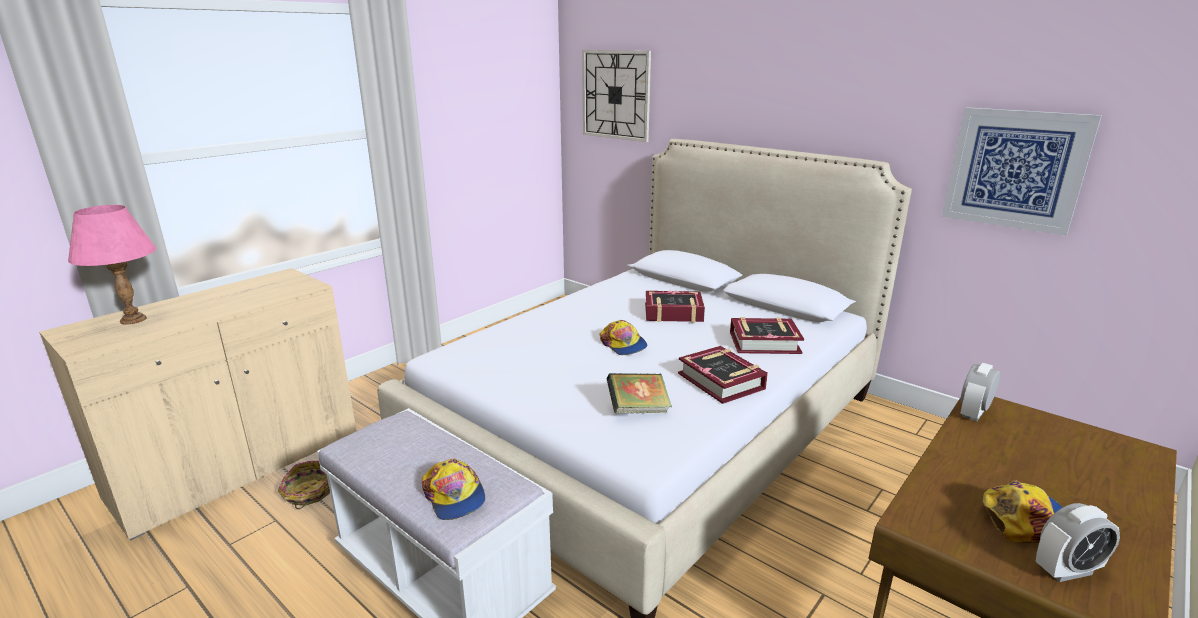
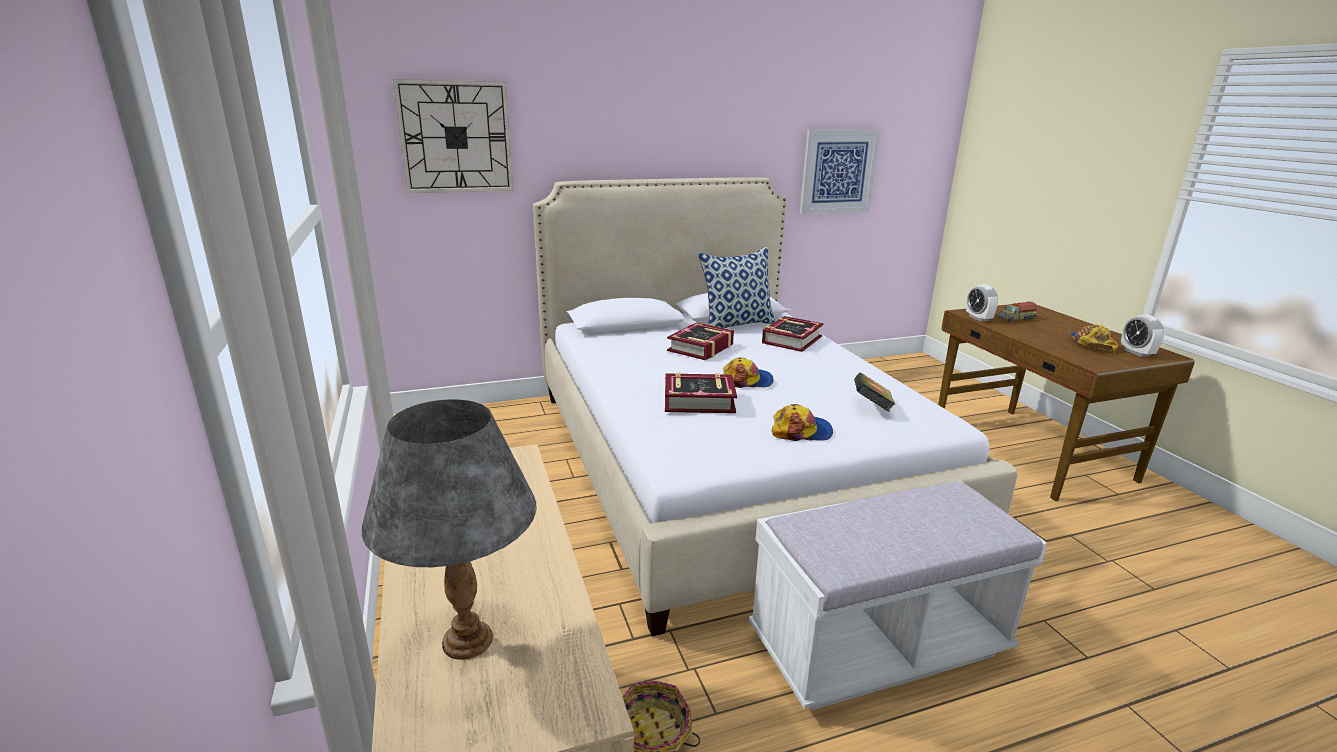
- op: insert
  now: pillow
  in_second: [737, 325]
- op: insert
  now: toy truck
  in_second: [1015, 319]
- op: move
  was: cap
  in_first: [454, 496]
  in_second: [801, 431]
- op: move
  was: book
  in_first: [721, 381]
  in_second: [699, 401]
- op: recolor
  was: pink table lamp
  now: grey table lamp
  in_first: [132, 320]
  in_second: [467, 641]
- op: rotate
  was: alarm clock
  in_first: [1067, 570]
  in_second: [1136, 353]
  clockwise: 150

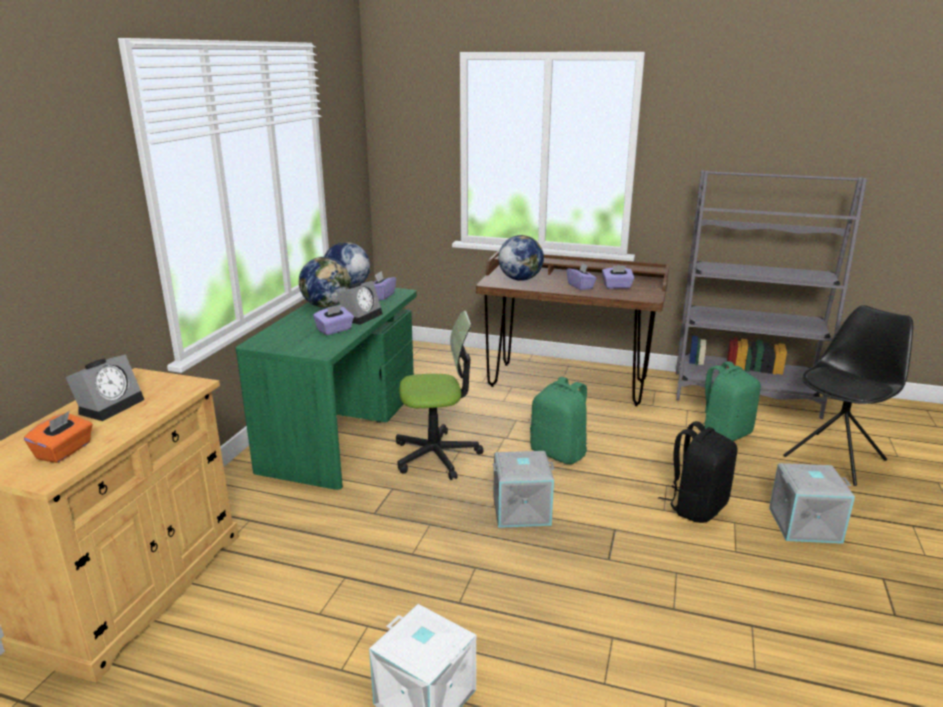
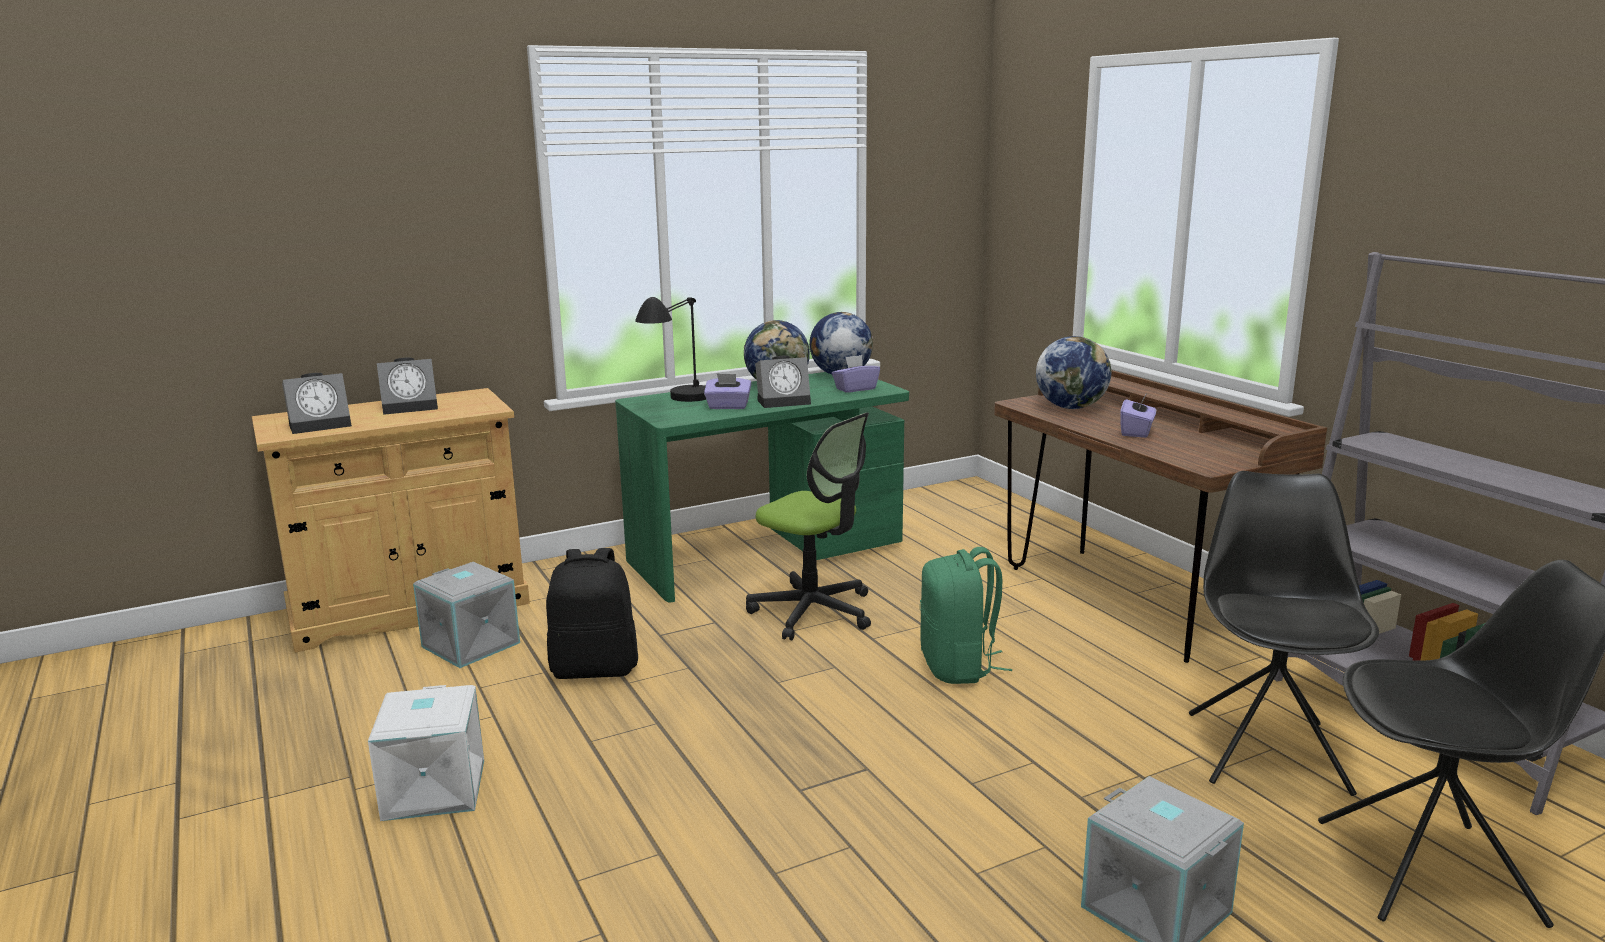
- op: delete
  was: purple tissue box
  in_first: [617, 286]
- op: insert
  now: black table lamp
  in_second: [678, 405]
- op: move
  was: grey storage box
  in_first: [521, 509]
  in_second: [472, 644]
- op: move
  was: black backpack
  in_first: [696, 507]
  in_second: [595, 669]
- op: replace
  was: orange tissue box
  now: alarm clock
  in_first: [64, 451]
  in_second: [322, 424]
- op: replace
  was: green backpack
  now: black chair
  in_first: [724, 434]
  in_second: [1266, 750]

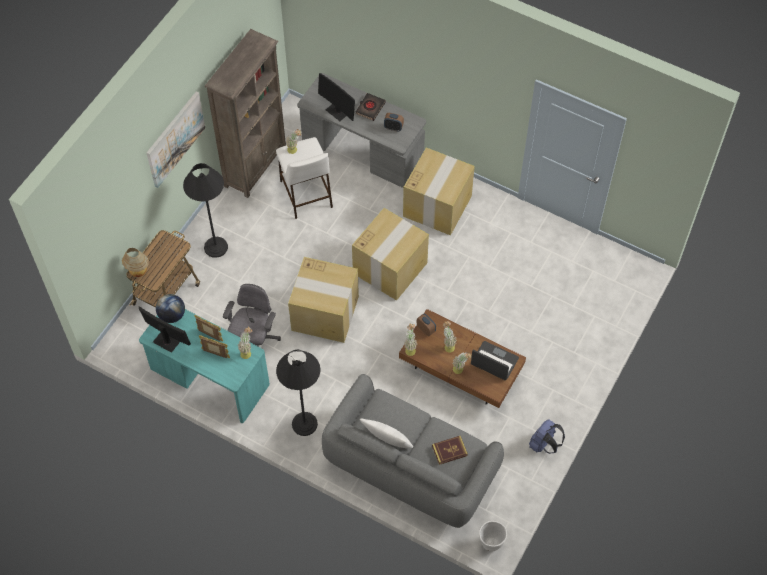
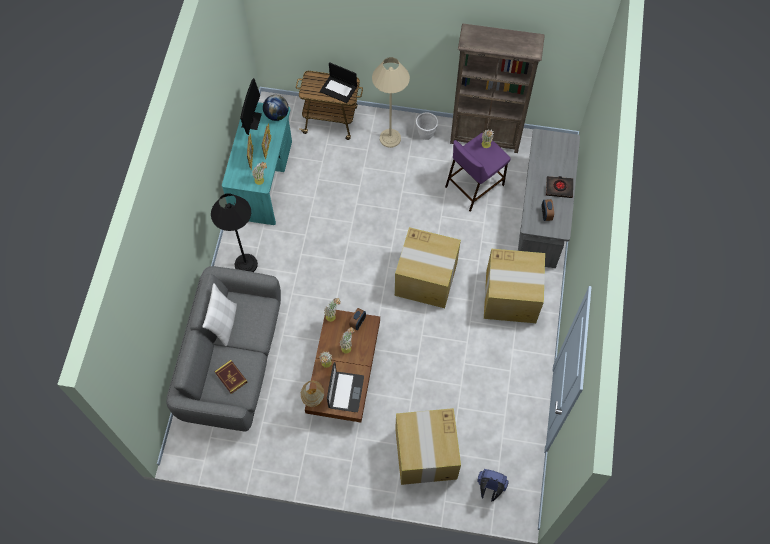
- op: delete
  was: picture
  in_first: [175, 139]
- op: delete
  was: grey office chair
  in_first: [254, 342]
- op: delete
  was: monitor
  in_first: [338, 111]
- op: insert
  now: laptop
  in_second: [339, 89]
- op: move
  was: table lamp
  in_first: [138, 272]
  in_second: [313, 400]
- op: move
  was: cardboard box
  in_first: [326, 313]
  in_second: [426, 455]
- op: move
  was: white planter
  in_first: [490, 543]
  in_second: [426, 134]
- op: move
  was: blue backpack
  in_first: [544, 445]
  in_second: [490, 487]
- op: recolor
  was: black floor lamp
  now: beige floor lamp
  in_first: [216, 247]
  in_second: [390, 138]
- op: recolor
  was: white stool
  now: purple stool
  in_first: [305, 193]
  in_second: [475, 185]

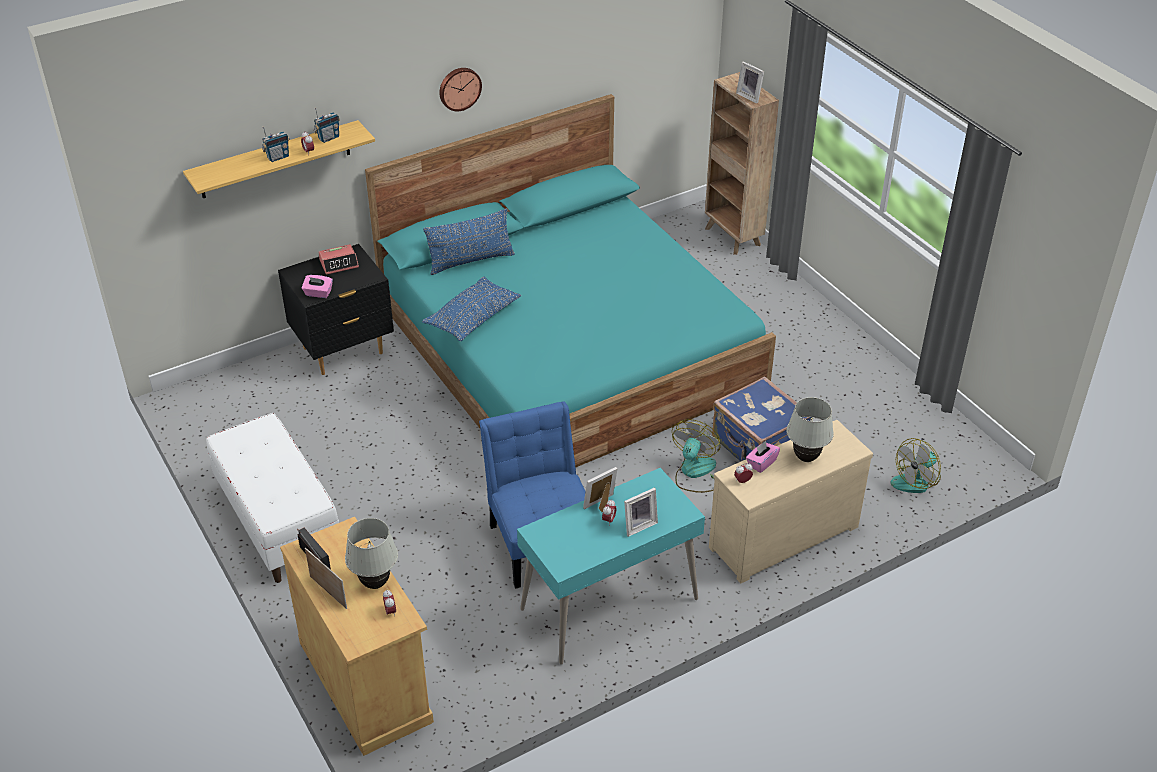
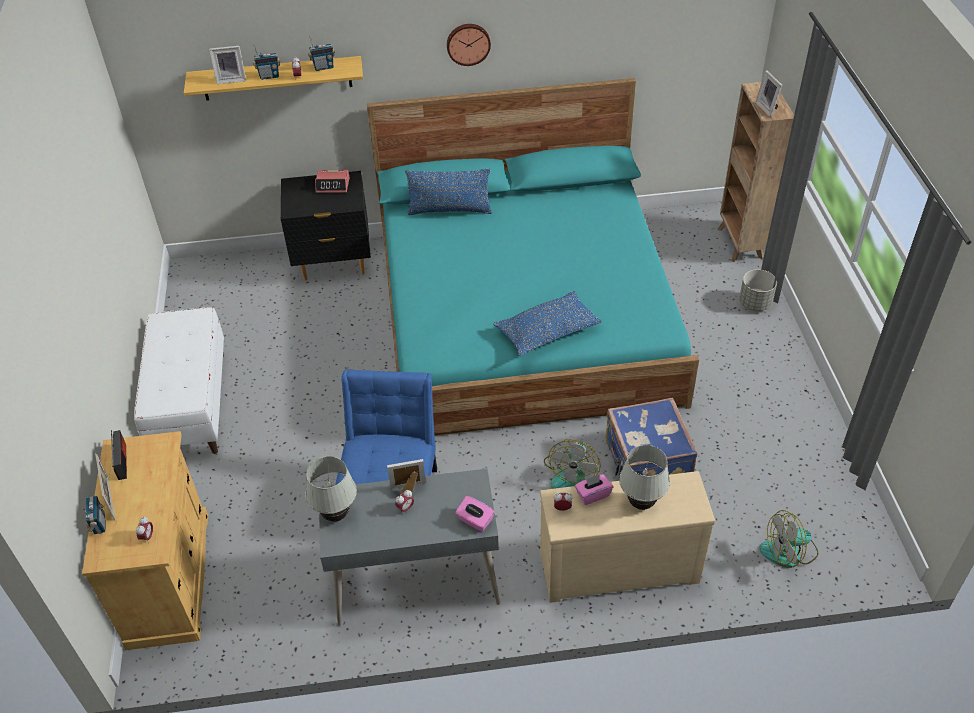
- op: insert
  now: radio
  in_second: [99, 525]
- op: insert
  now: grey planter
  in_second: [754, 303]
- op: move
  was: pink tissue box
  in_first: [318, 293]
  in_second: [475, 520]
- op: move
  was: white table lamp
  in_first: [375, 583]
  in_second: [336, 515]
- op: move
  was: blue pillow
  in_first: [472, 318]
  in_second: [547, 331]
- op: move
  was: picture frame
  in_first: [638, 525]
  in_second: [231, 79]
- op: recolor
  was: turquoise desk
  now: grey desk
  in_first: [609, 605]
  in_second: [416, 581]
- op: rotate
  was: fan
  in_first: [695, 473]
  in_second: [570, 472]
  clockwise: 150

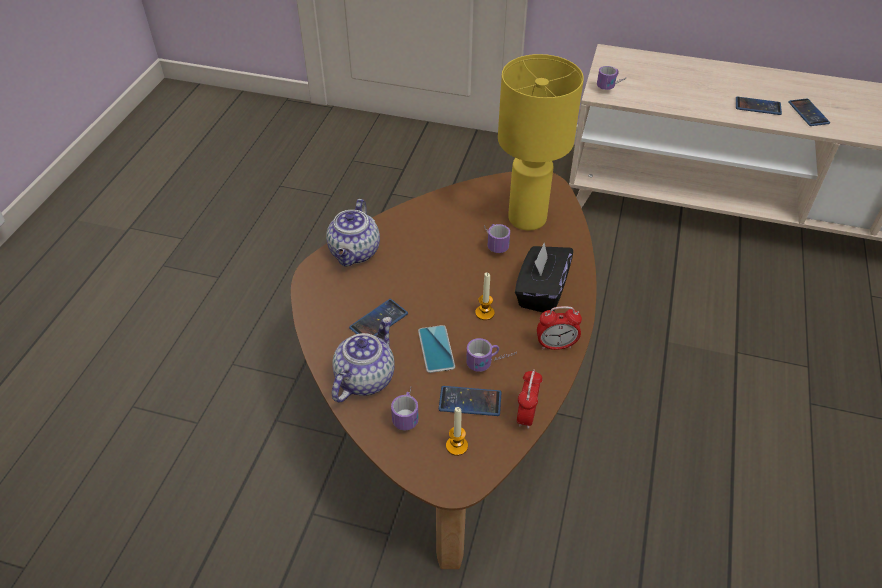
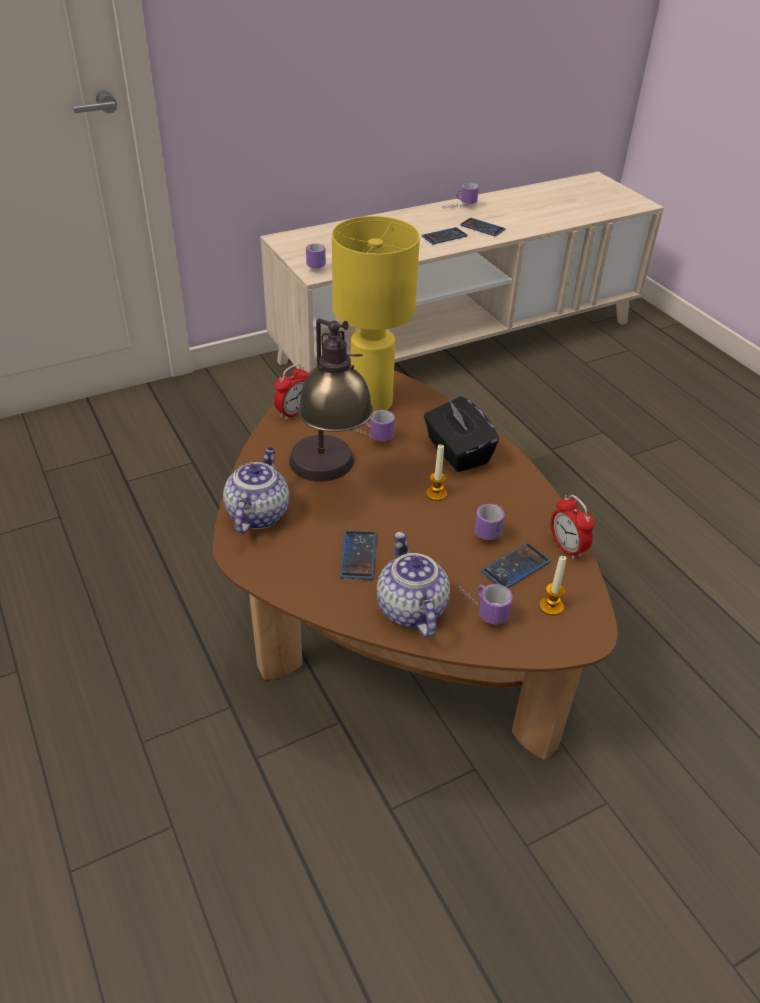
- op: delete
  was: phone
  in_first: [436, 349]
- op: insert
  now: table lamp
  in_second: [329, 476]
- op: insert
  now: mug
  in_second: [459, 207]
- op: move
  was: alarm clock
  in_first: [556, 345]
  in_second: [293, 413]
- op: rotate
  was: teapot
  in_first: [355, 253]
  in_second: [257, 513]
  clockwise: -135

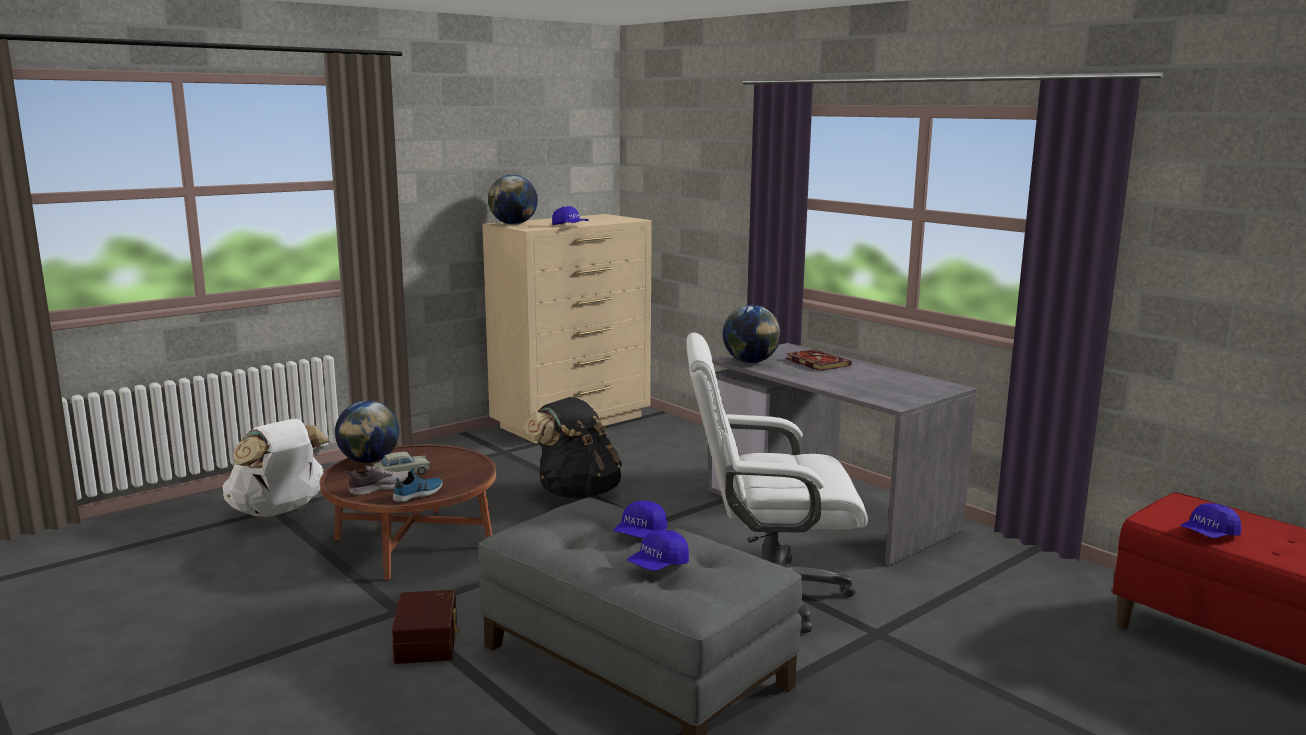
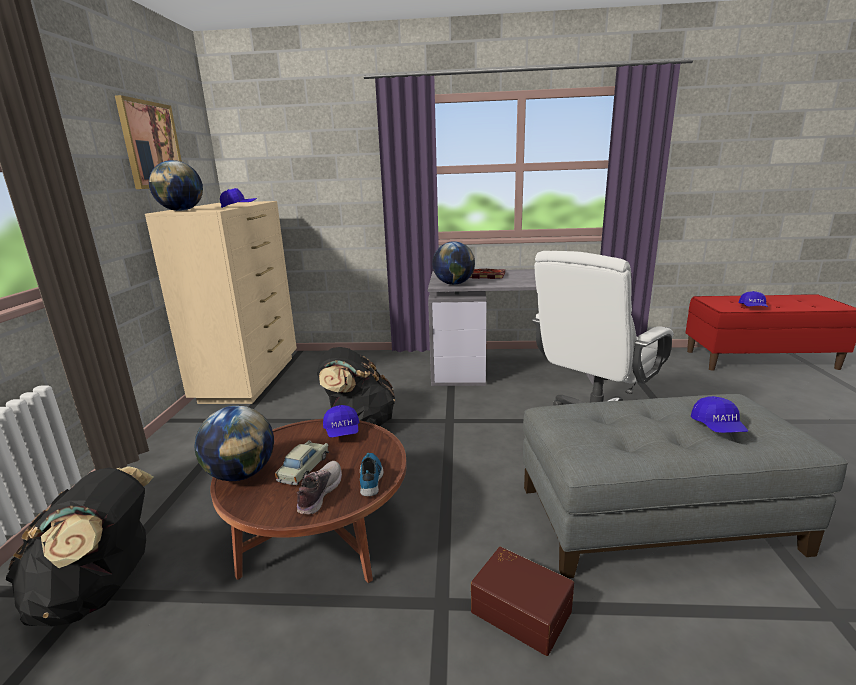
- op: insert
  now: picture
  in_second: [151, 145]
- op: move
  was: blue cap
  in_first: [640, 534]
  in_second: [342, 432]
- op: recolor
  was: white backpack
  now: black backpack
  in_first: [279, 511]
  in_second: [101, 591]

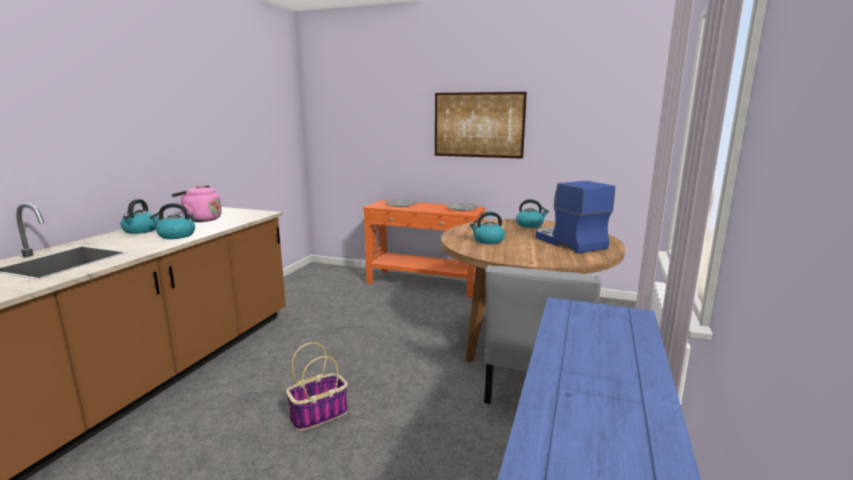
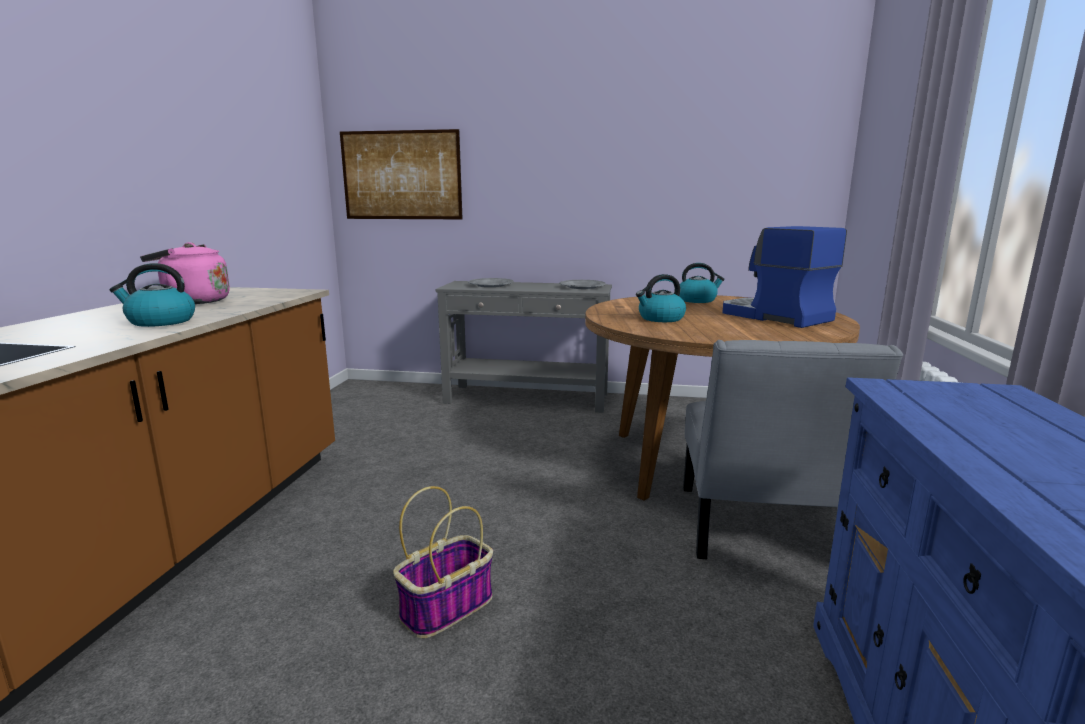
- op: delete
  was: kettle
  in_first: [141, 230]
- op: move
  was: picture
  in_first: [478, 125]
  in_second: [401, 175]
- op: recolor
  was: orange console table
  now: grey console table
  in_first: [424, 284]
  in_second: [527, 399]

